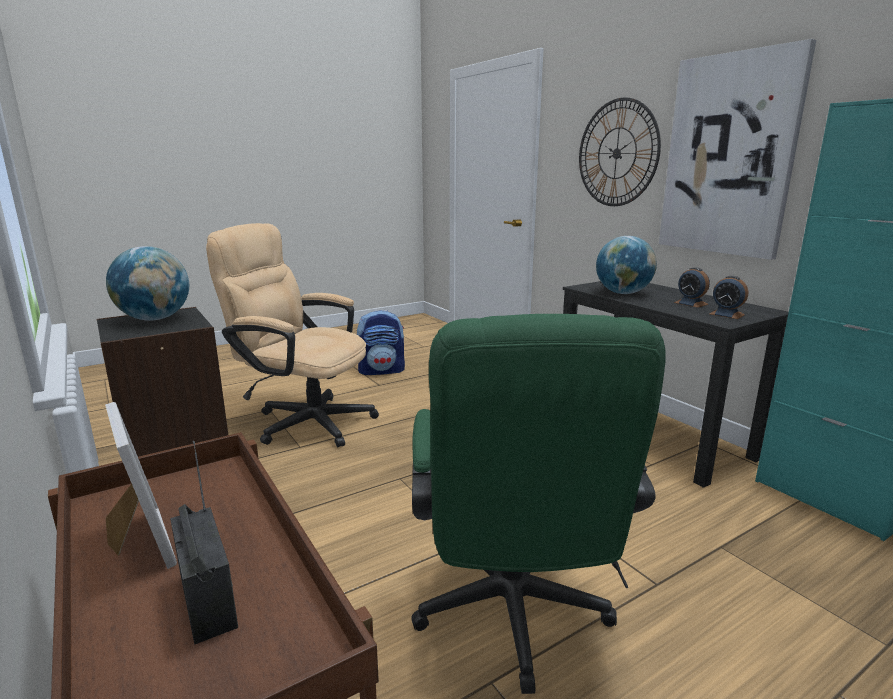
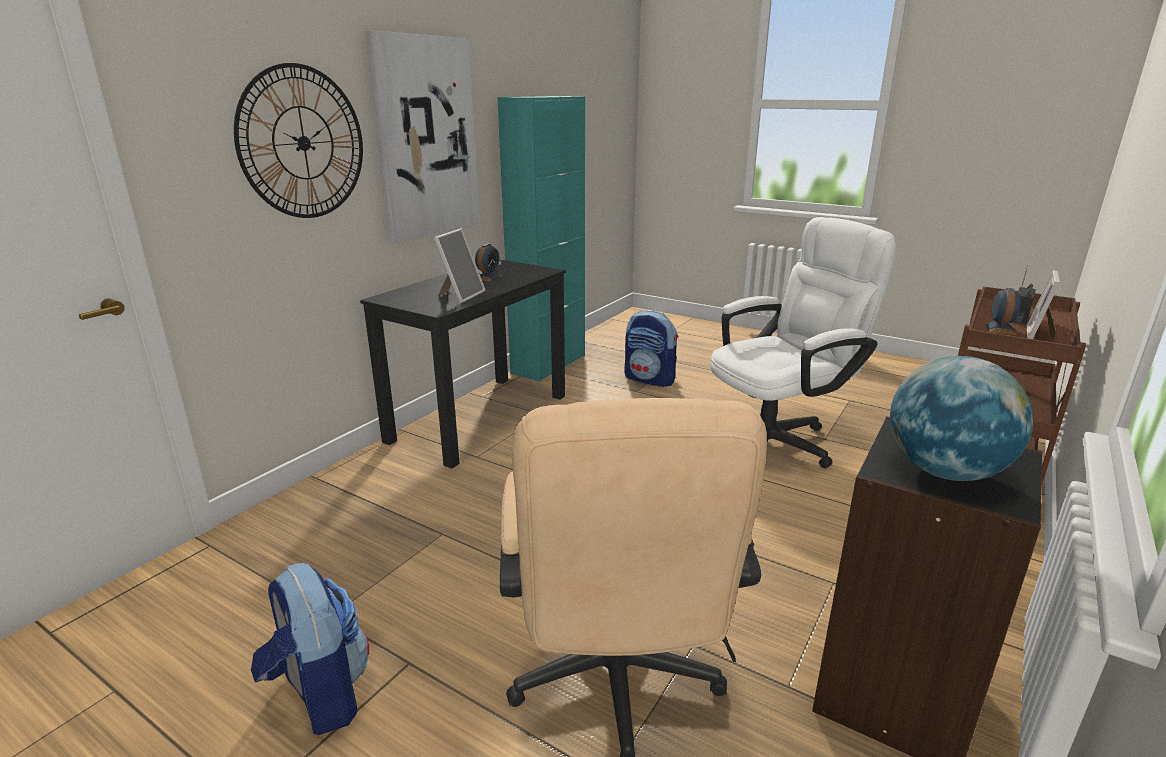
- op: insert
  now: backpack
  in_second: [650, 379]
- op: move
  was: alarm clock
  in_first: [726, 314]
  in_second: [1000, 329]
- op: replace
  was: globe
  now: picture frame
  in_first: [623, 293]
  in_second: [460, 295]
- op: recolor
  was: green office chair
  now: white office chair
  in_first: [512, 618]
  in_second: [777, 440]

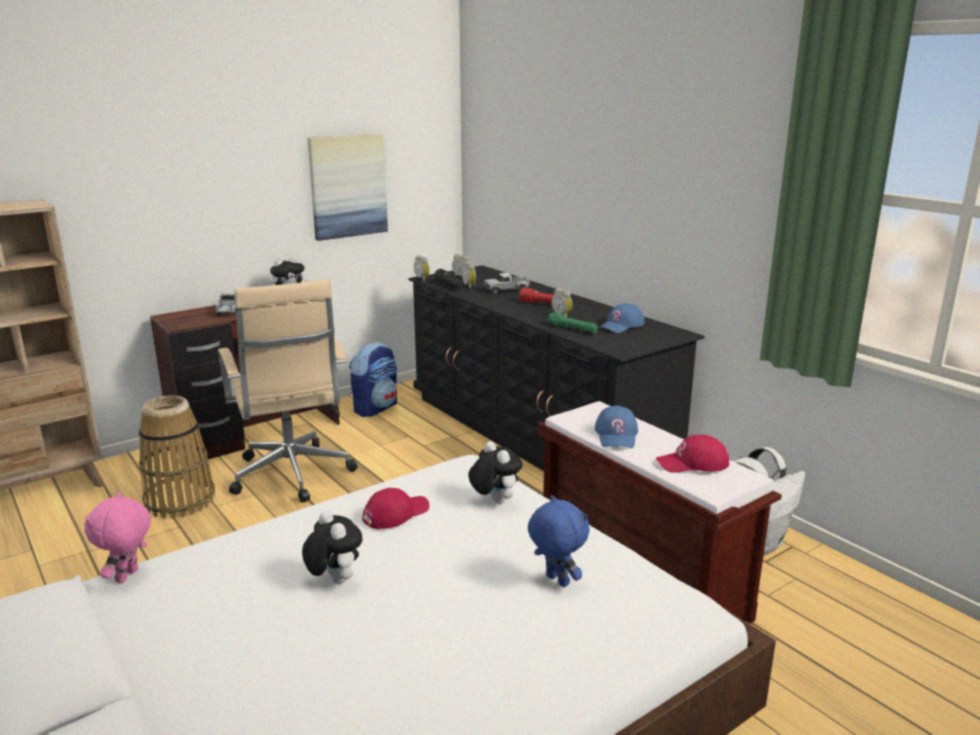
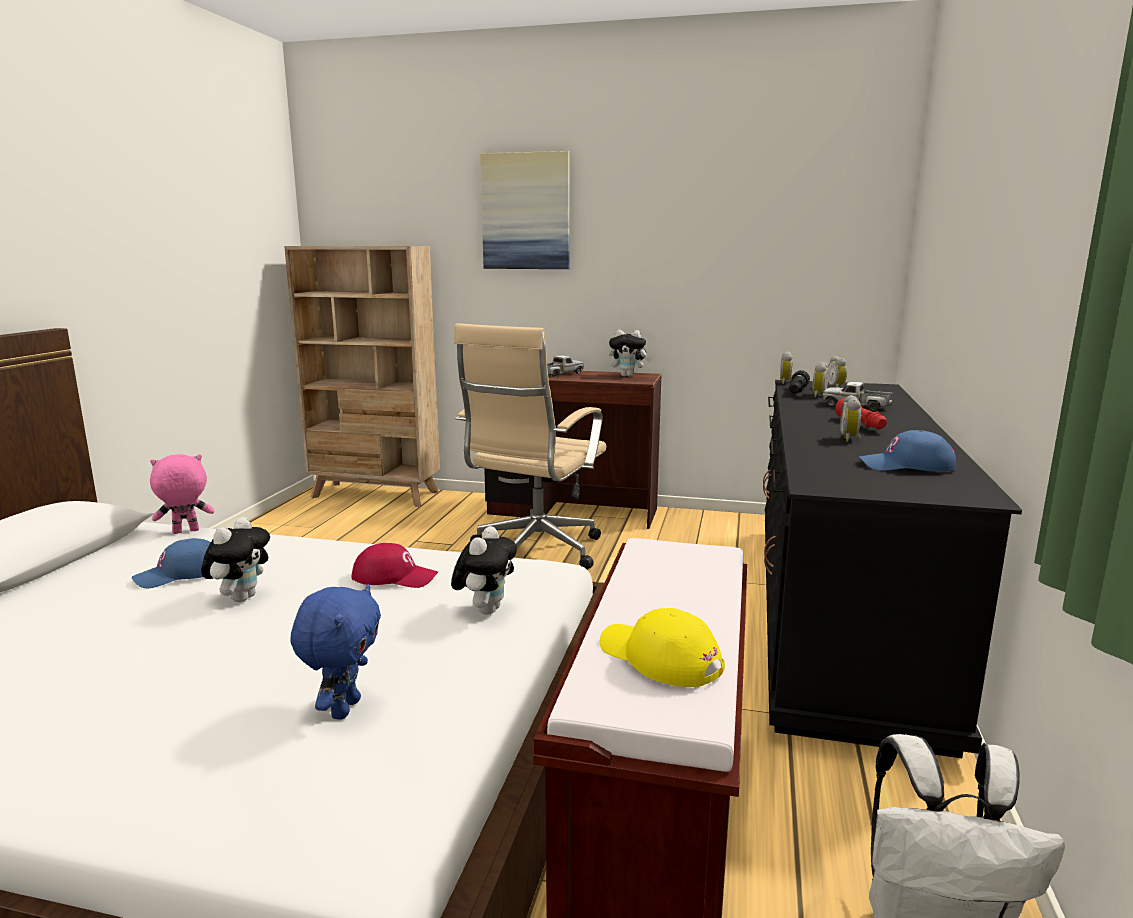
- op: delete
  was: basket
  in_first: [179, 501]
- op: delete
  was: backpack
  in_first: [375, 408]
- op: delete
  was: green flashlight
  in_first: [572, 329]
- op: move
  was: picture
  in_first: [348, 186]
  in_second: [526, 212]
- op: move
  was: blue cap
  in_first: [617, 435]
  in_second: [181, 574]
- op: recolor
  was: red cap
  now: yellow cap
  in_first: [692, 463]
  in_second: [659, 658]

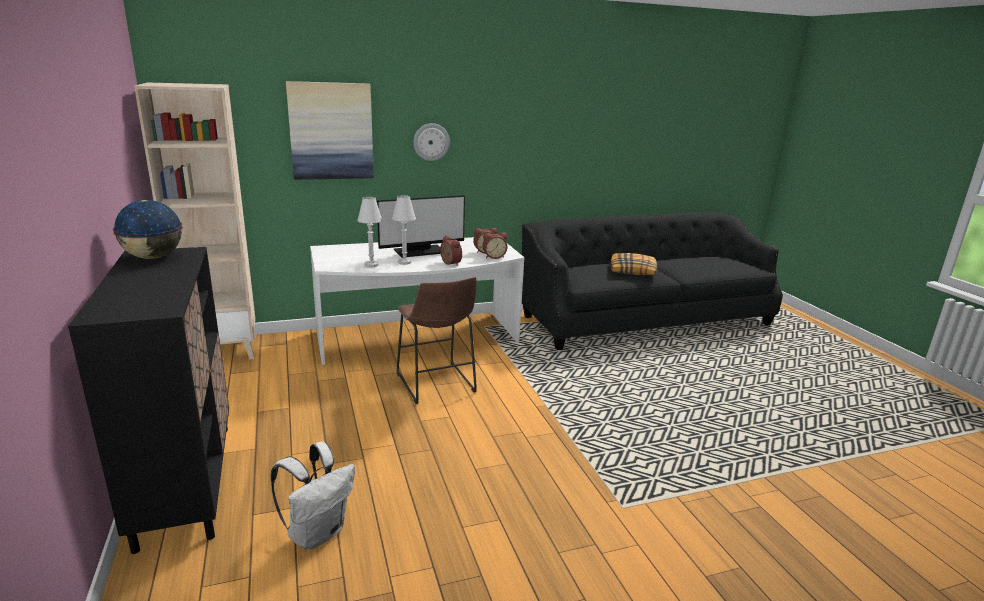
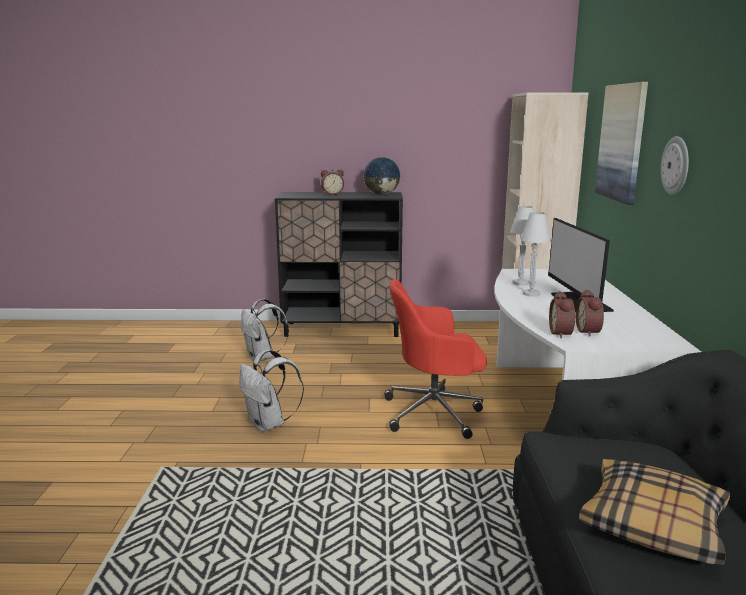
- op: insert
  now: white backpack
  in_second: [269, 424]
- op: move
  was: alarm clock
  in_first: [449, 263]
  in_second: [332, 194]
- op: replace
  was: brown stool
  now: red office chair
  in_first: [436, 385]
  in_second: [435, 412]

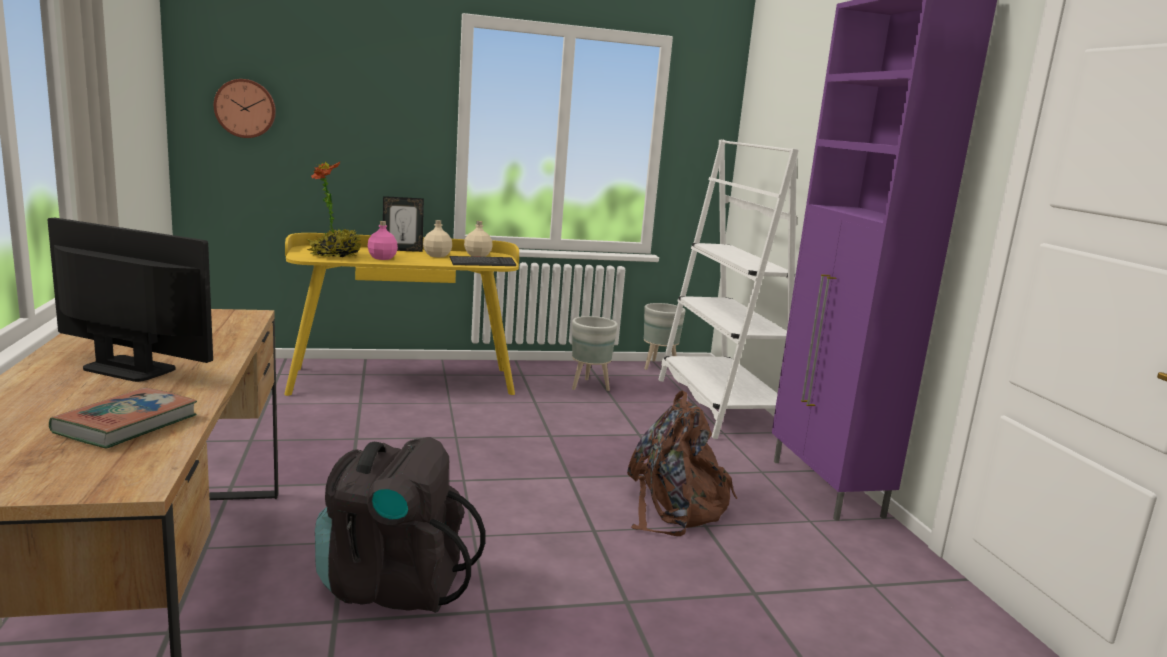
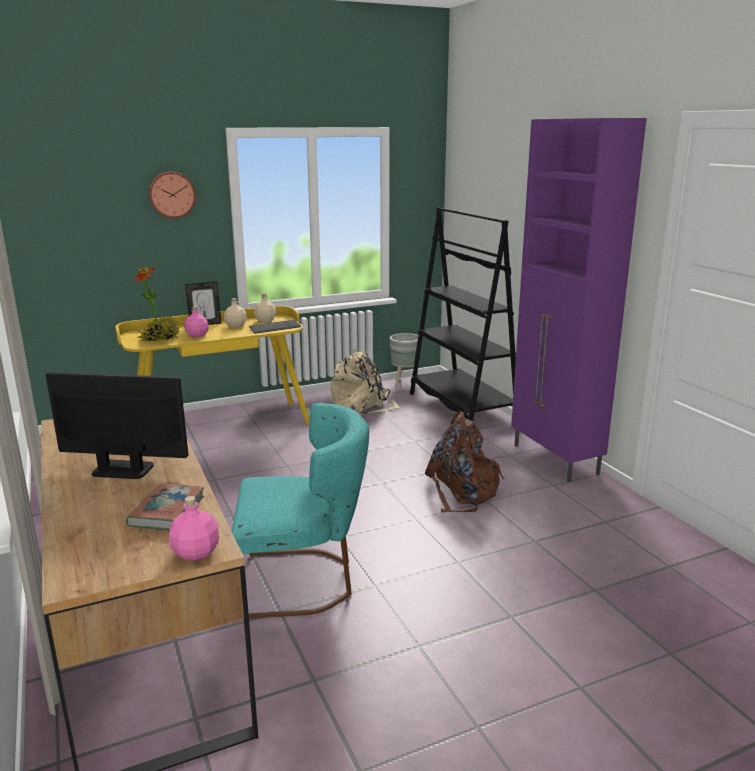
- op: insert
  now: pink bottle
  in_second: [195, 552]
- op: move
  was: wall clock
  in_first: [245, 108]
  in_second: [172, 194]
- op: replace
  was: black backpack
  now: turquoise chair
  in_first: [393, 585]
  in_second: [304, 581]
- op: replace
  was: grey planter
  now: beige backpack
  in_first: [589, 387]
  in_second: [362, 408]
- op: recolor
  was: white bookcase
  now: black bookcase
  in_first: [719, 406]
  in_second: [461, 408]

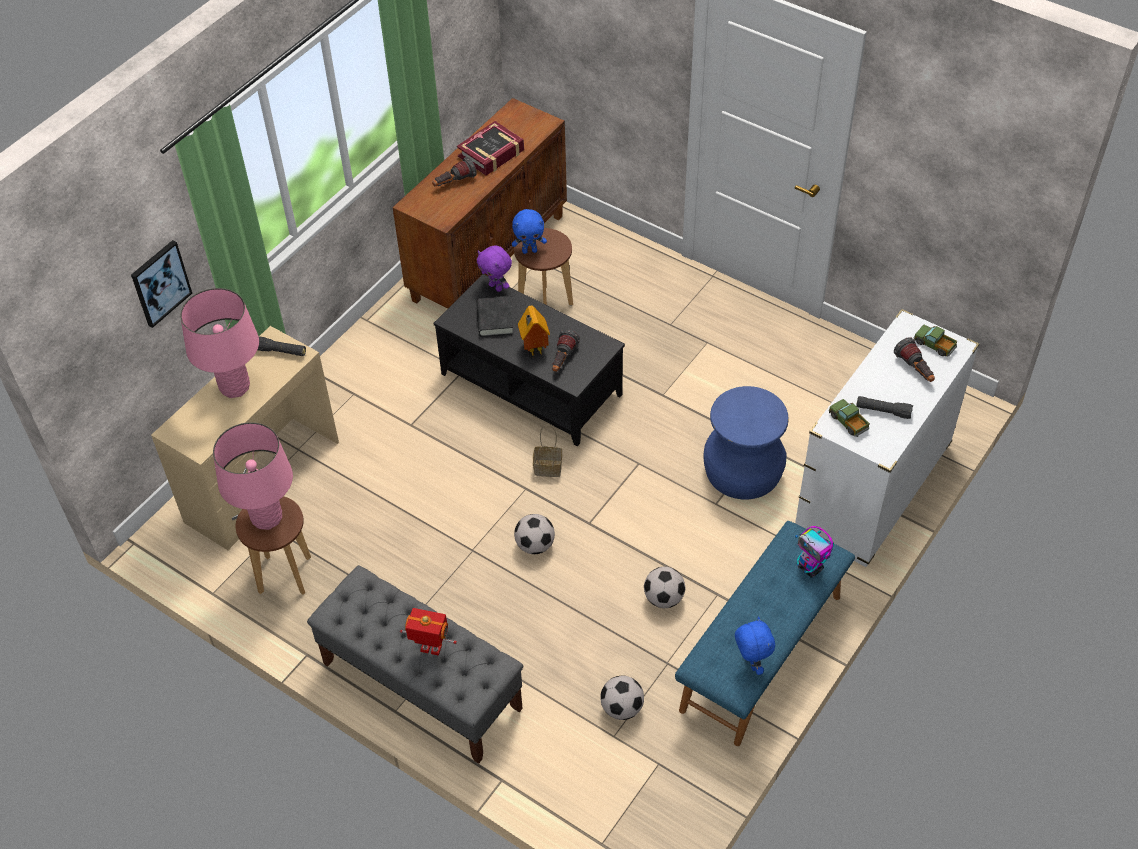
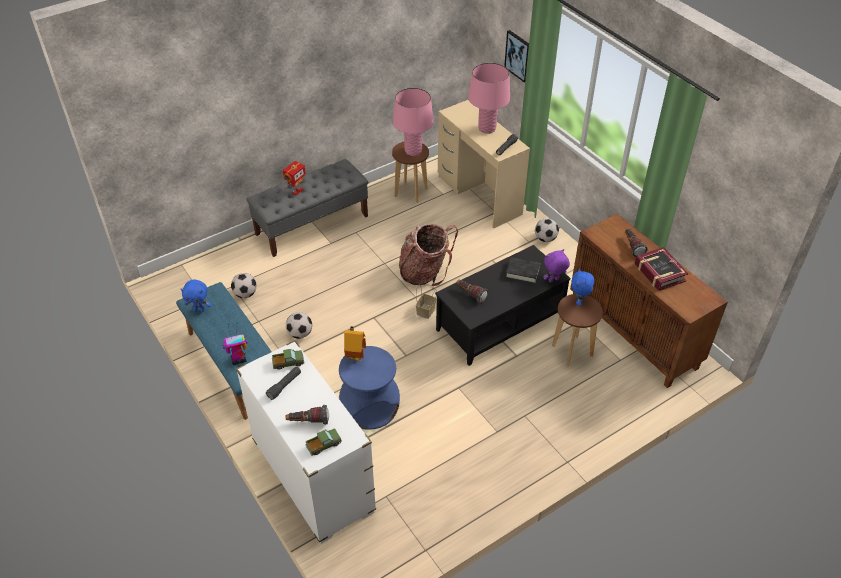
- op: insert
  now: backpack
  in_second: [425, 272]
- op: move
  was: football
  in_first: [535, 545]
  in_second: [545, 239]
- op: move
  was: toy house
  in_first: [533, 349]
  in_second: [355, 356]

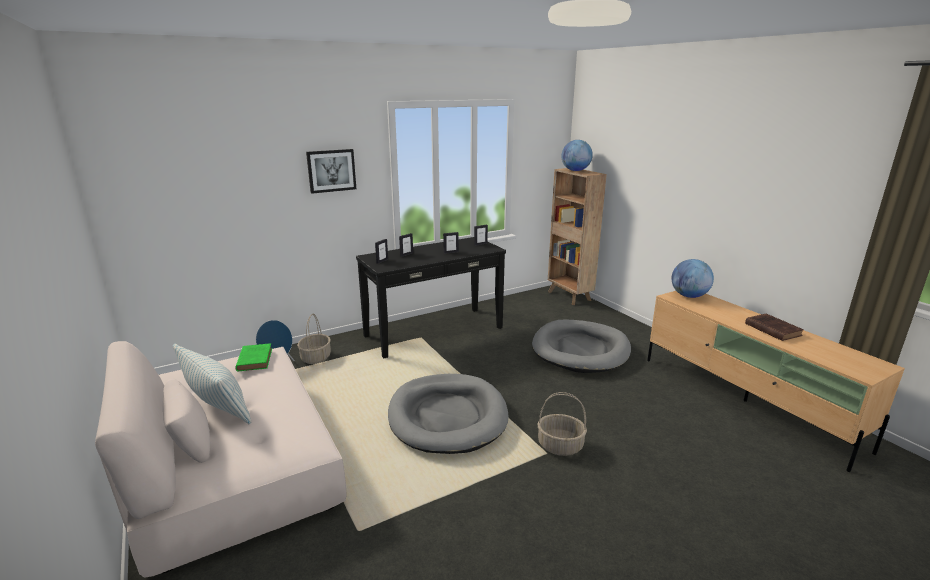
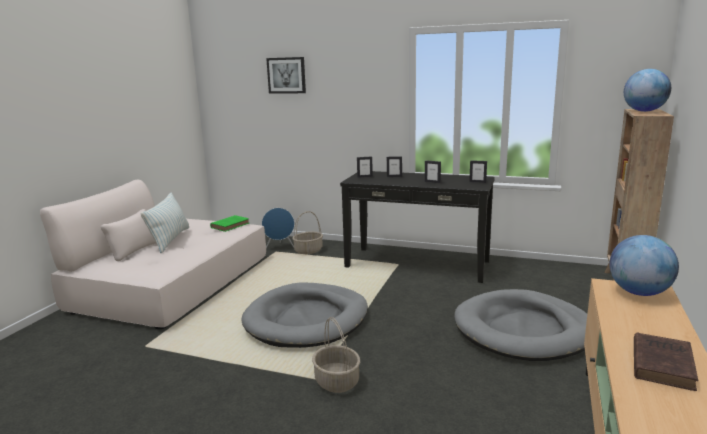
- op: move
  was: picture
  in_first: [331, 170]
  in_second: [286, 75]

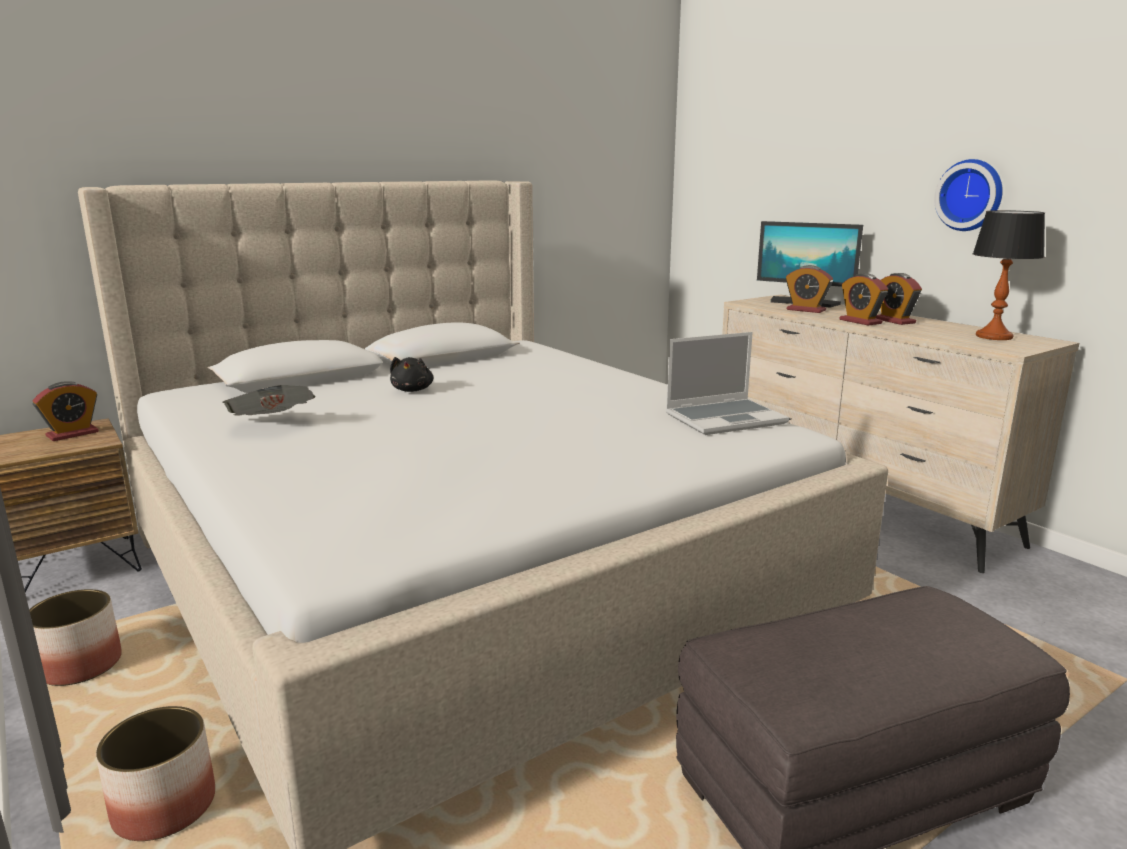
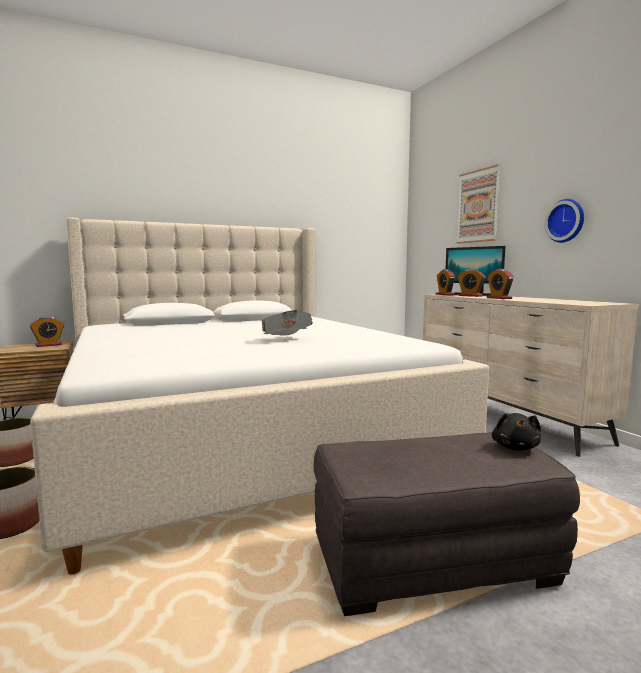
- op: delete
  was: laptop
  in_first: [725, 418]
- op: delete
  was: table lamp
  in_first: [993, 336]
- op: insert
  now: picture
  in_second: [478, 206]
- op: move
  was: newspaper
  in_first: [273, 424]
  in_second: [287, 339]
- op: move
  was: black plush toy
  in_first: [412, 390]
  in_second: [515, 447]
- op: move
  was: alarm clock
  in_first: [894, 321]
  in_second: [445, 294]

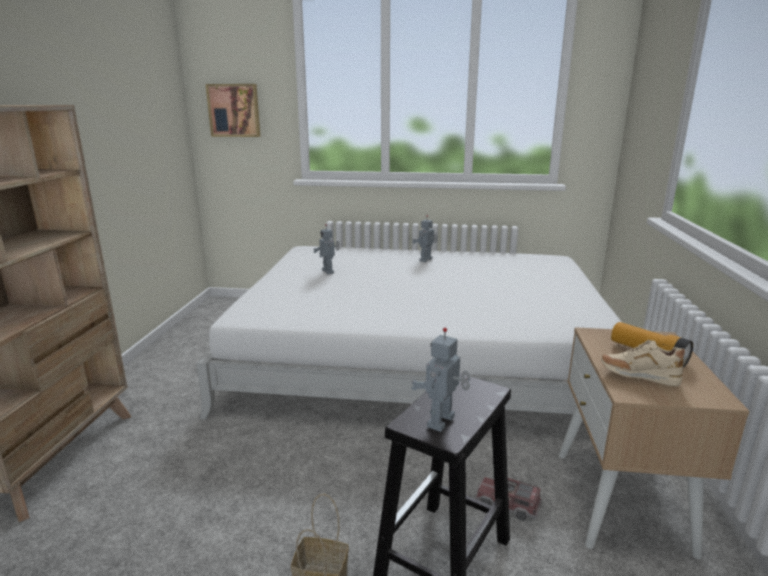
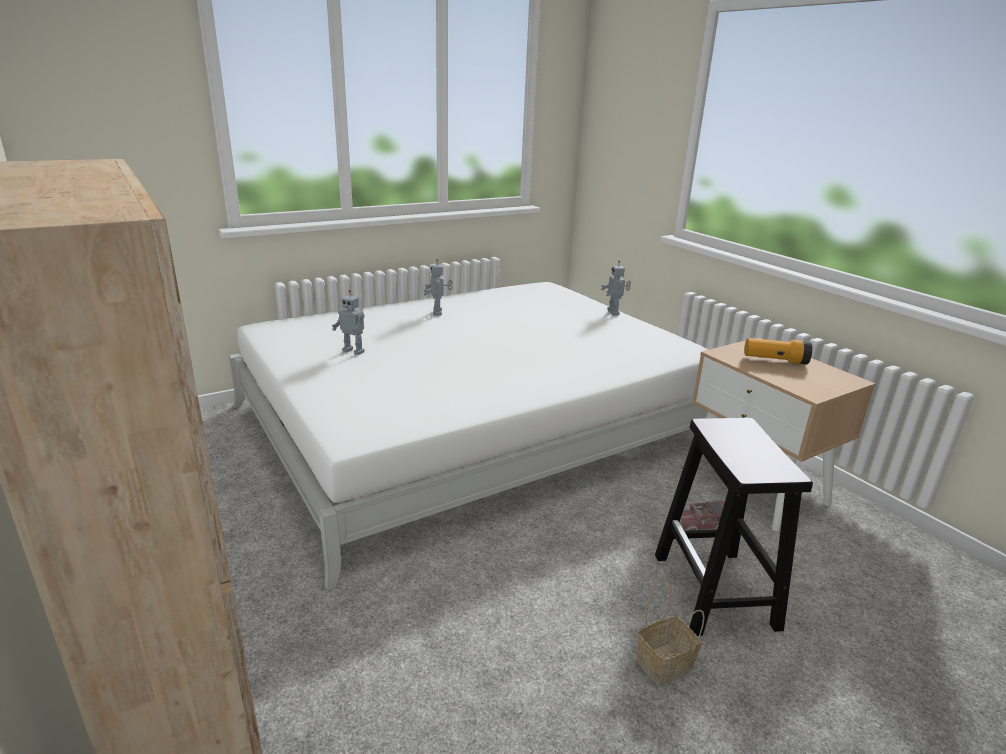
- op: delete
  was: picture
  in_first: [234, 110]
- op: delete
  was: beige shoe
  in_first: [638, 377]
- op: move
  was: toy robot
  in_first: [442, 422]
  in_second: [614, 312]

